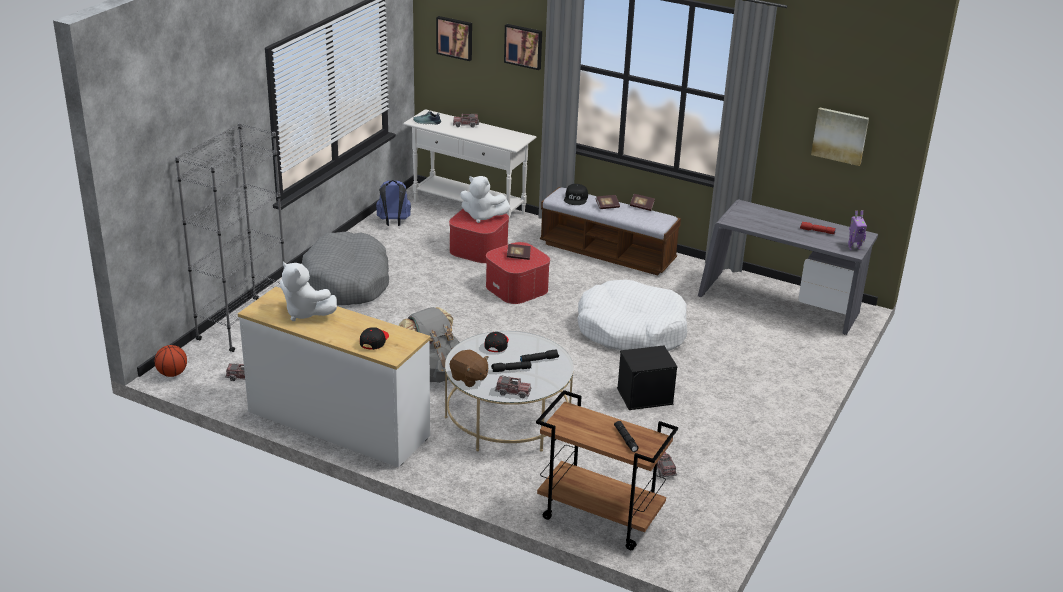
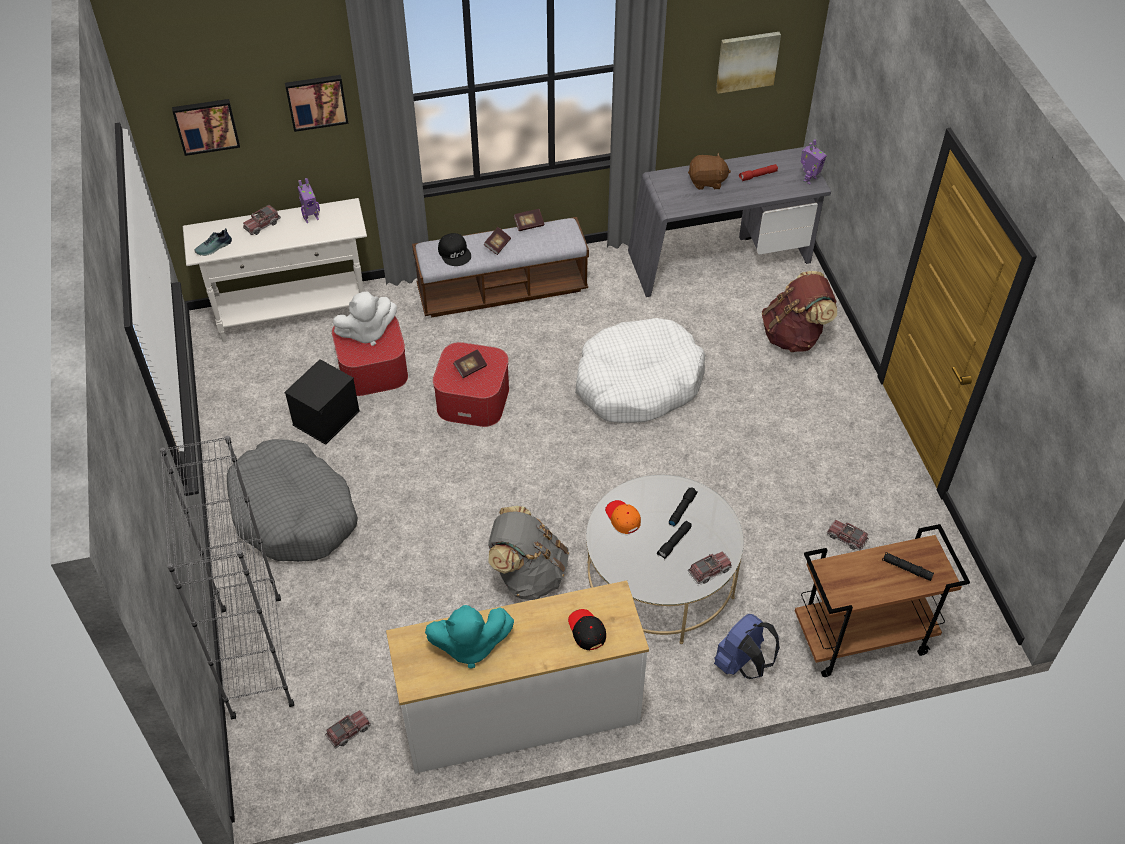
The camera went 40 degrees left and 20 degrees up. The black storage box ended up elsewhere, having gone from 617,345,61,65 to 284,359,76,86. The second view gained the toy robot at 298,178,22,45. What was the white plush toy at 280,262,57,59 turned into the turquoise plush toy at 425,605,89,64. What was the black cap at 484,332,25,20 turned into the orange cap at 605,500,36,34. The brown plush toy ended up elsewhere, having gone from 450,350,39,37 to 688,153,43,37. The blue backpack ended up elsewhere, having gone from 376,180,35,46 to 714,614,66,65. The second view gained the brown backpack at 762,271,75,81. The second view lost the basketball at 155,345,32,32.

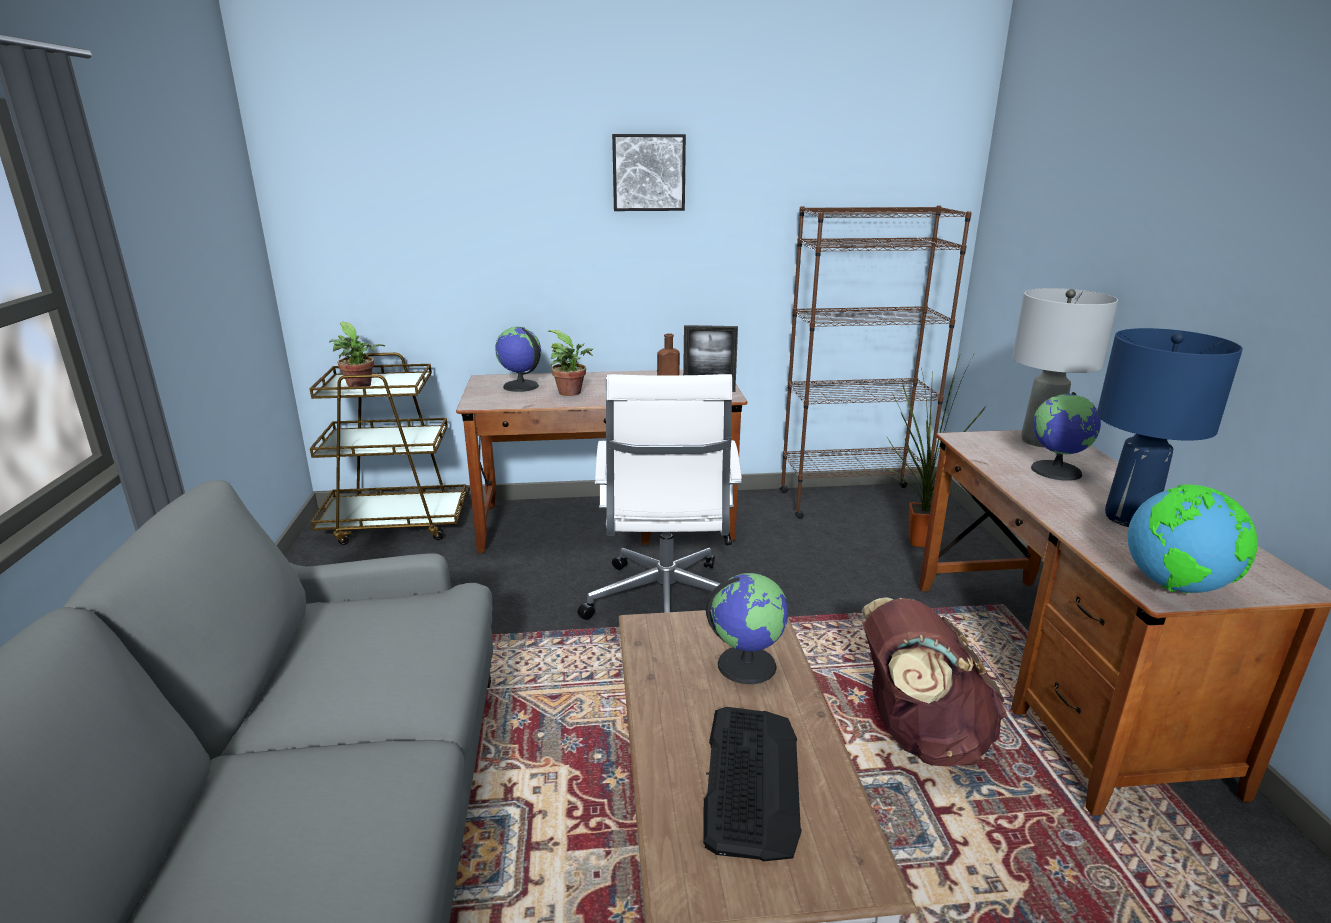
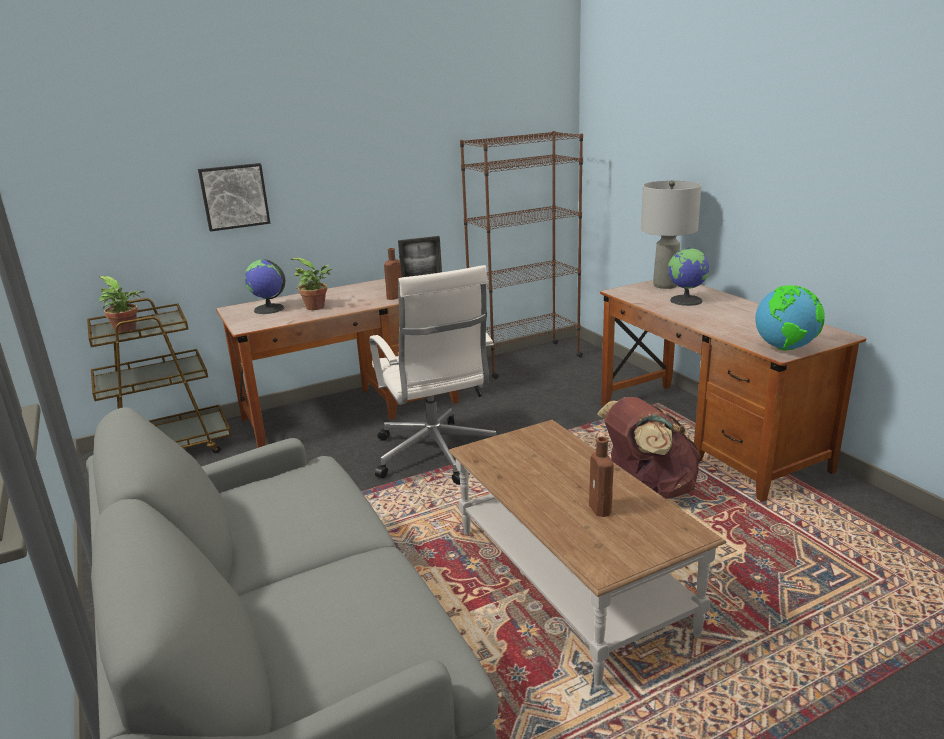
The camera went 20 degrees left and 0 degrees up. The picture ended up elsewhere, having gone from 612,134,74,77 to 198,163,72,69. Where the keyboard stood at 703,707,99,154, the brown bottle came to stand at 589,437,25,80. The second view lost the globe at 706,573,82,111. The second view lost the potted plant at 884,353,103,194. The second view lost the blue table lamp at 1097,328,146,199.

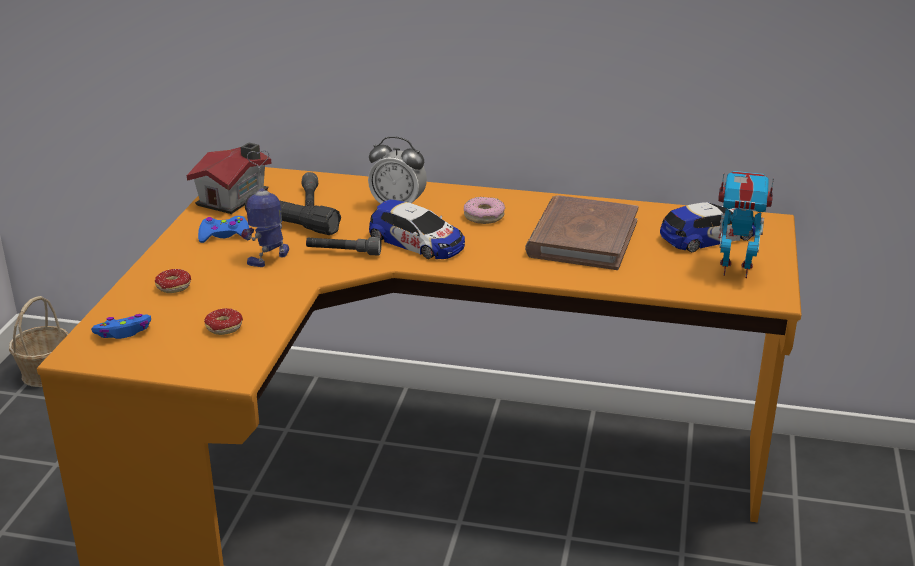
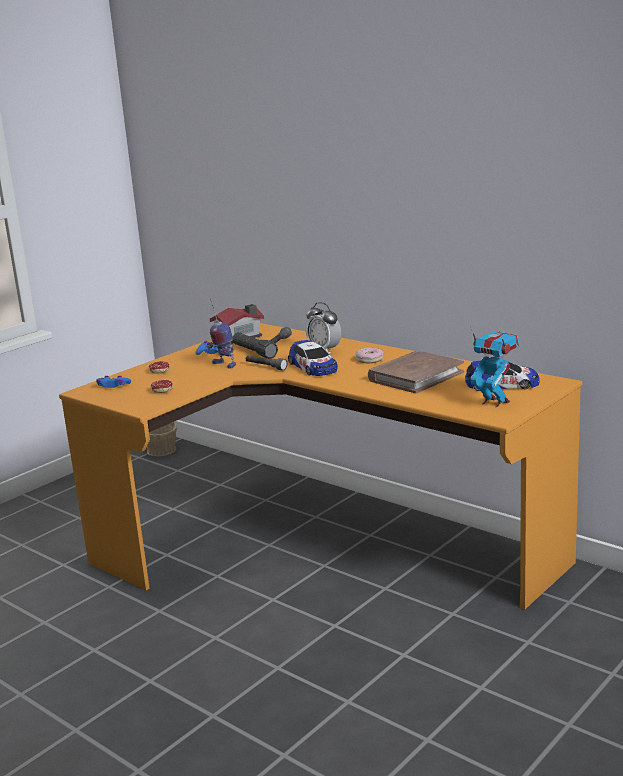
The camera went 30 degrees right and 10 degrees down. The toy robot at 241,150,48,117 ended up facing another way, 120 degrees counterclockwise from before.

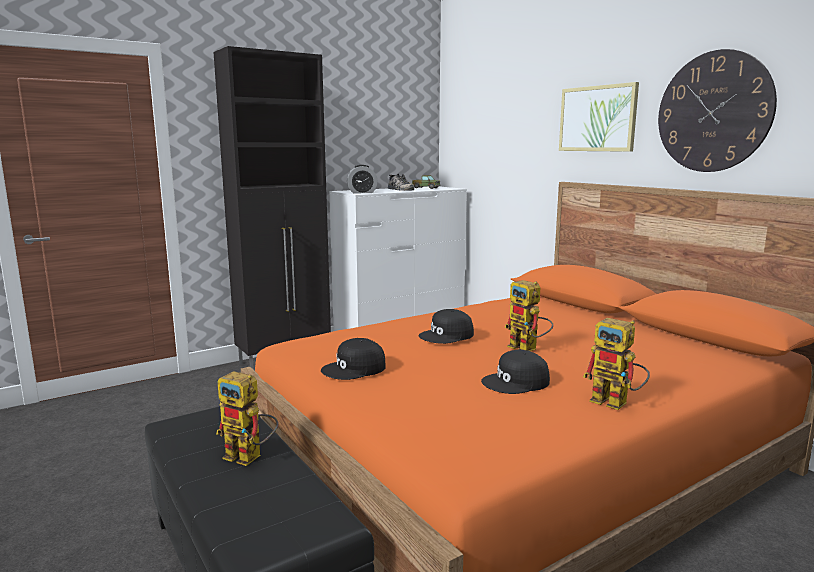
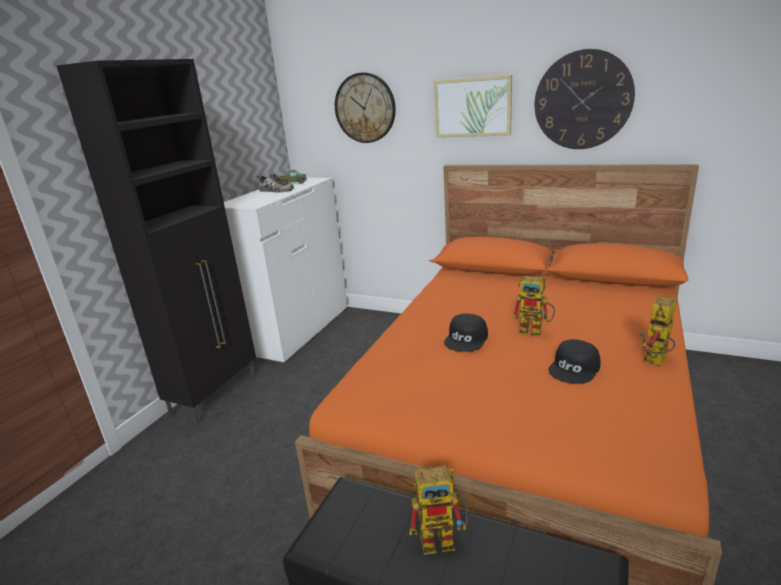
The camera went 30 degrees left and 10 degrees up. The second view gained the wall clock at 335,72,61,71. The toy robot at 583,318,67,92 ended up facing another way, 120 degrees clockwise from before. The second view lost the black cap at 321,338,65,42. The second view lost the alarm clock at 347,165,31,28.

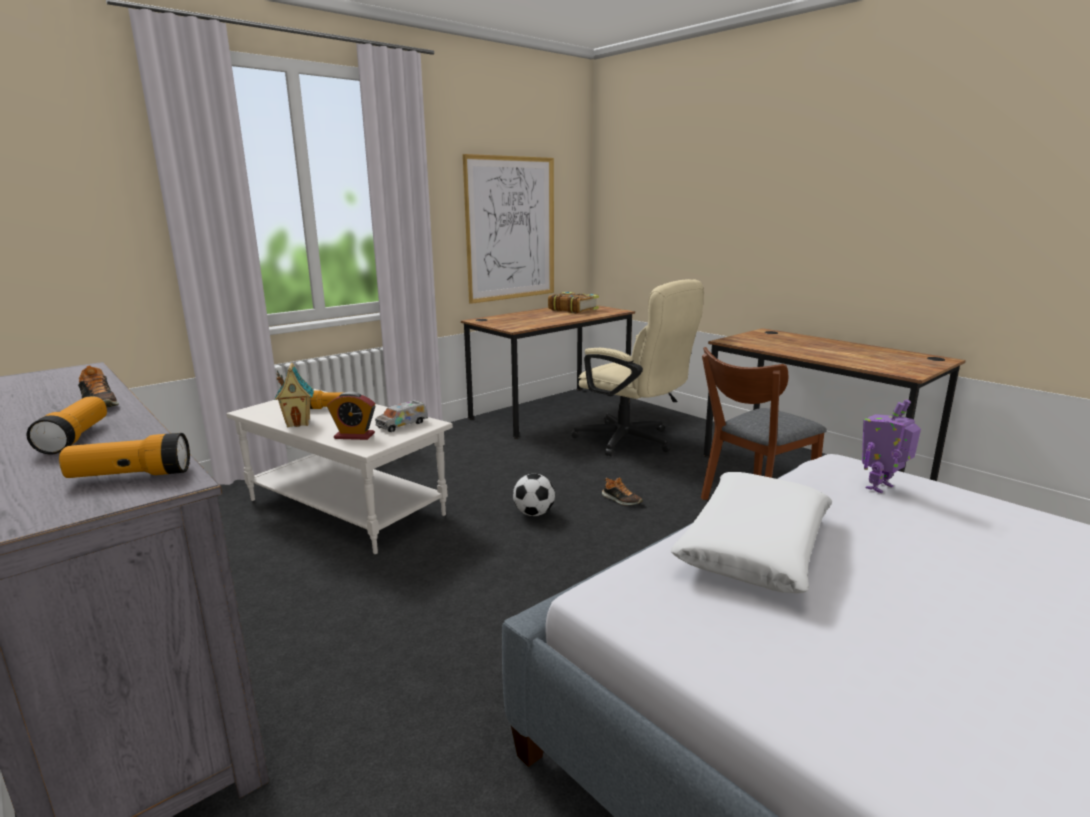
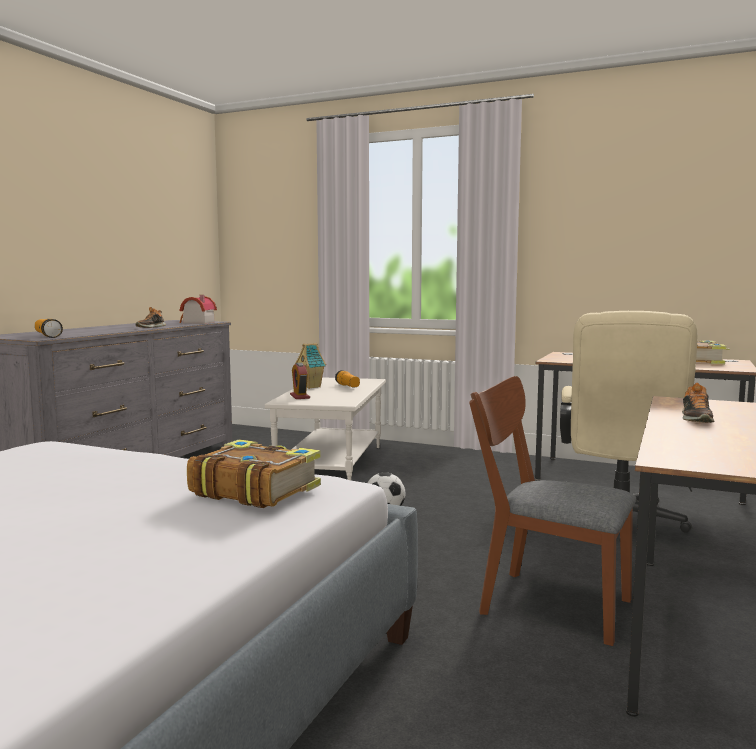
The camera went 65 degrees right and 10 degrees down. The second view gained the toy house at 180,295,37,29. Where the toy robot stood at 862,399,59,94, the book came to stand at 187,440,134,68. The shoe ended up elsewhere, having gone from 602,478,41,27 to 682,383,32,40. The second view lost the flashlight at 27,397,80,57. The second view lost the toy truck at 375,400,53,32. The second view lost the picture at 463,154,91,150. The second view lost the white pillow at 670,472,162,121.

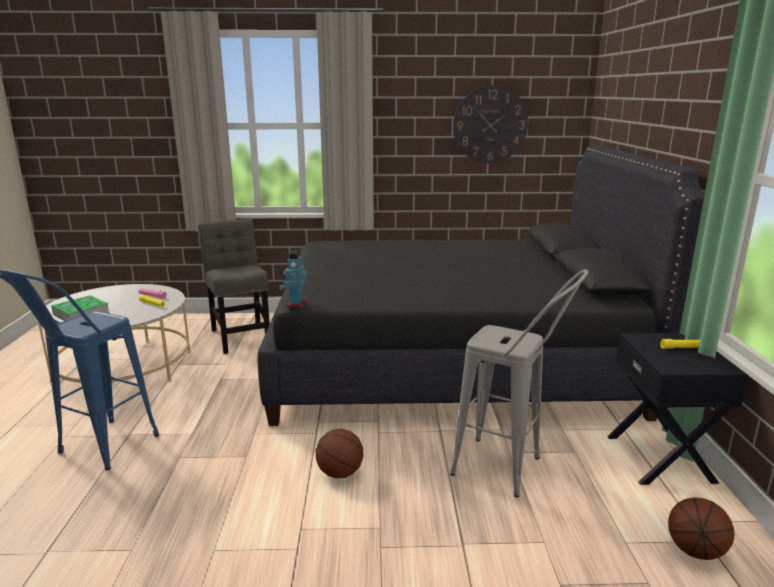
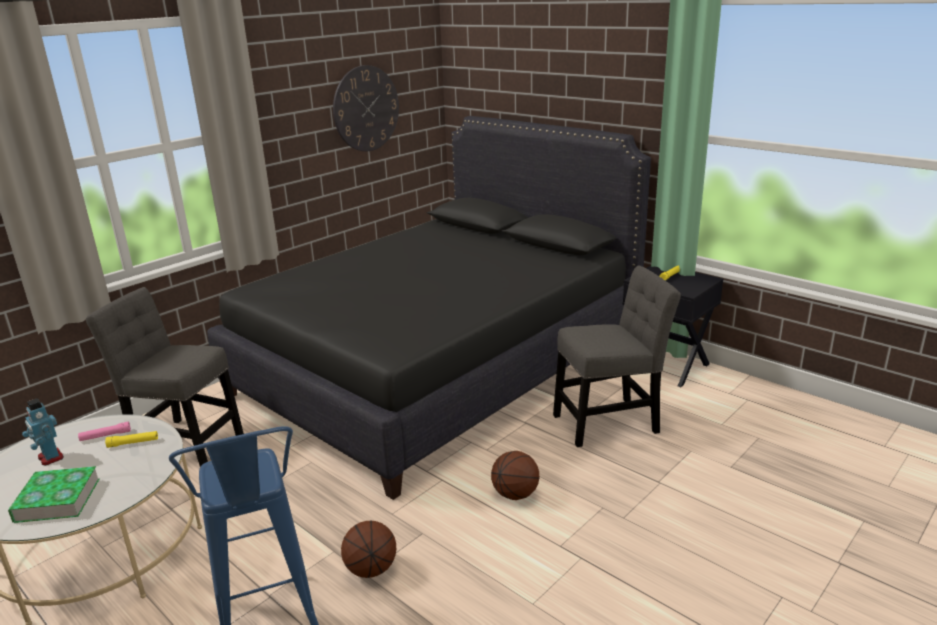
The camera went 45 degrees left and 5 degrees up. The toy robot ended up elsewhere, having gone from 279,252,28,56 to 22,398,42,68. The basketball ended up elsewhere, having gone from 668,497,67,63 to 341,521,55,57. Where the grey stool stood at 450,270,138,228, the grey chair came to stand at 553,265,128,182.

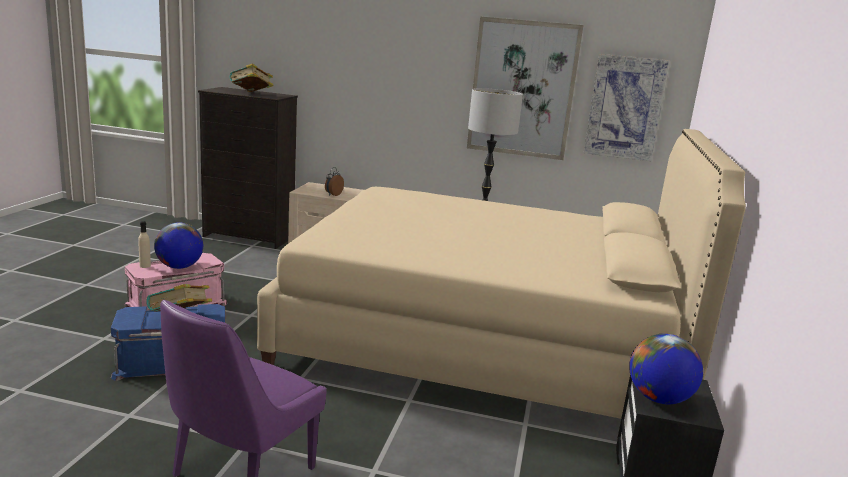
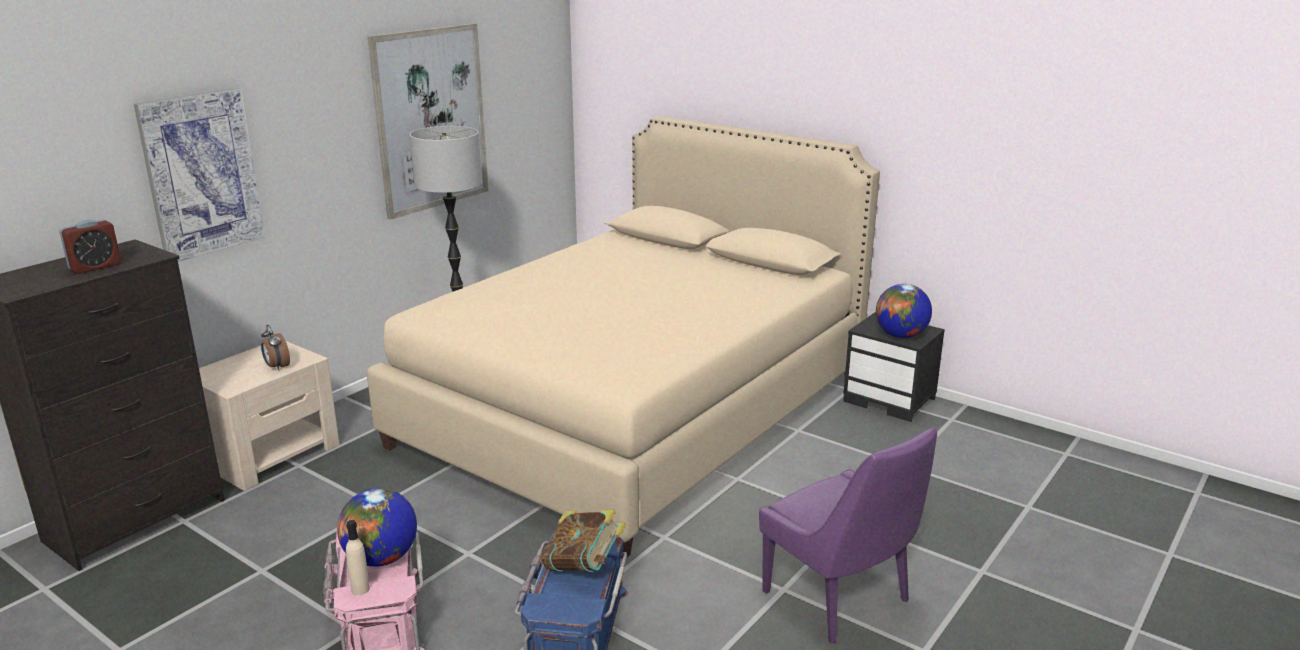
The camera went 65 degrees left and 5 degrees up. Where the book stood at 229,63,45,29, the alarm clock came to stand at 59,219,62,55. The picture ended up elsewhere, having gone from 584,54,86,107 to 134,88,131,174.

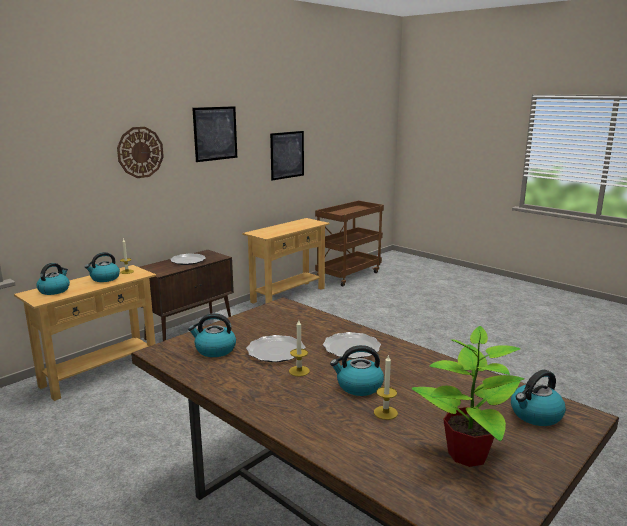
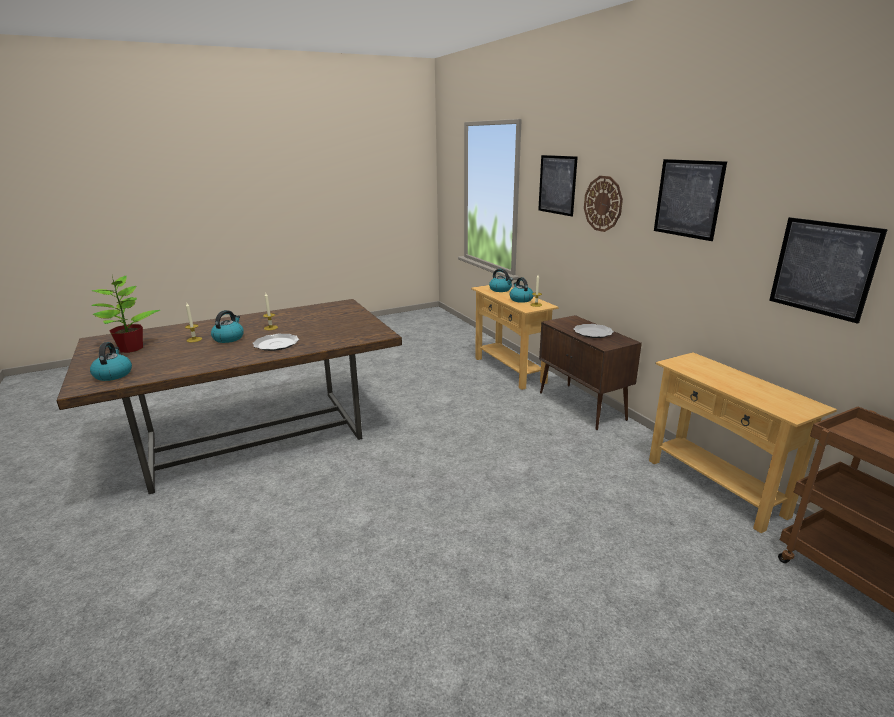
The camera went 110 degrees right and 5 degrees up. The second view gained the picture at 538,155,40,61. The second view lost the kettle at 188,313,48,44. The second view lost the plate at 246,335,59,27.

